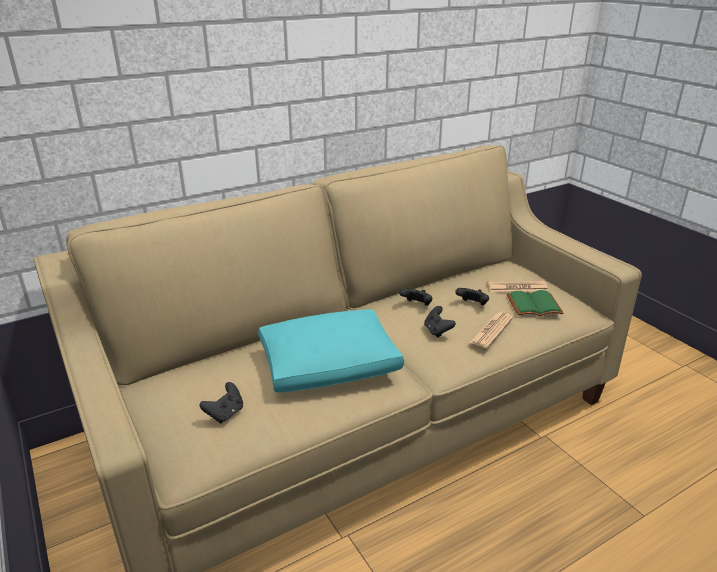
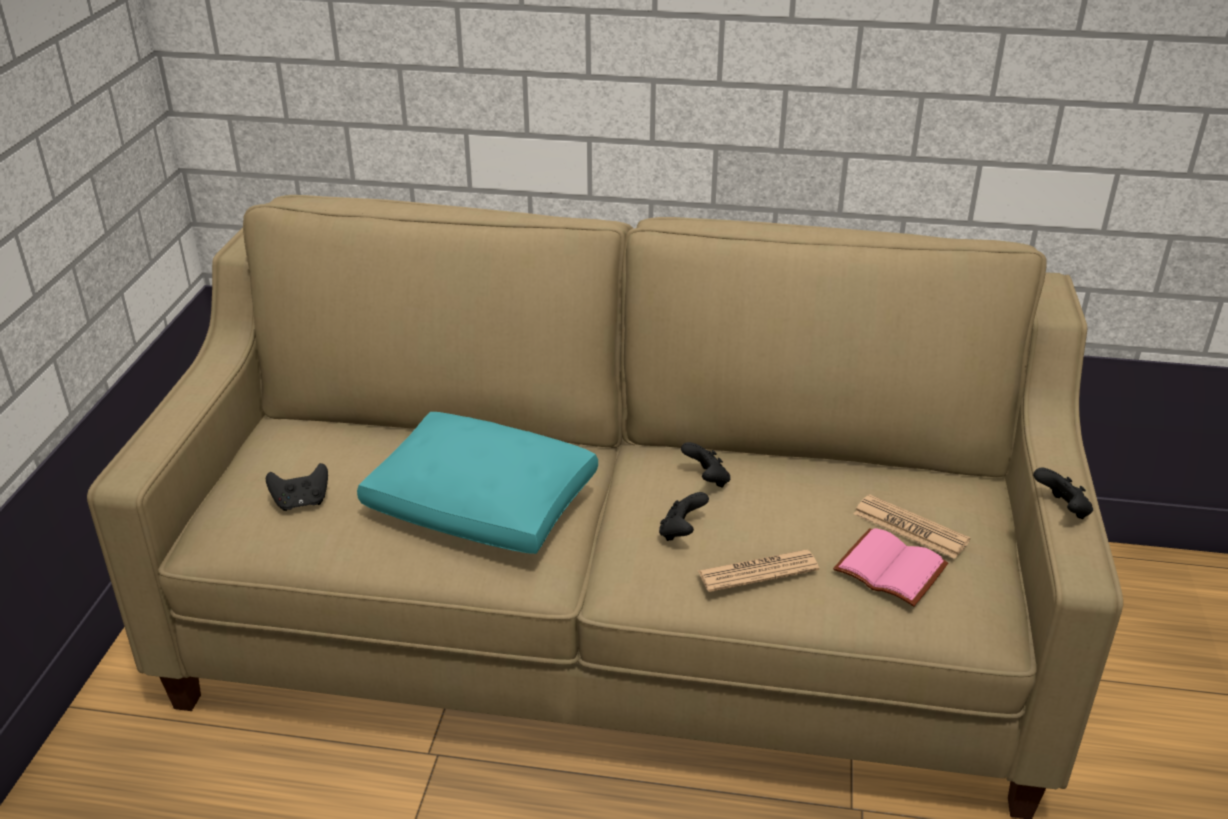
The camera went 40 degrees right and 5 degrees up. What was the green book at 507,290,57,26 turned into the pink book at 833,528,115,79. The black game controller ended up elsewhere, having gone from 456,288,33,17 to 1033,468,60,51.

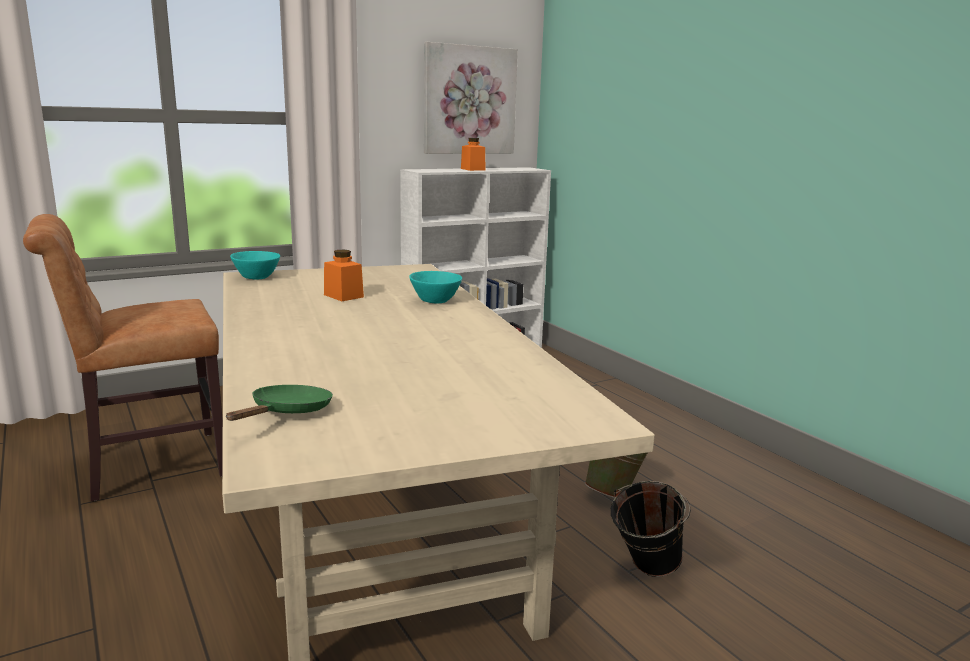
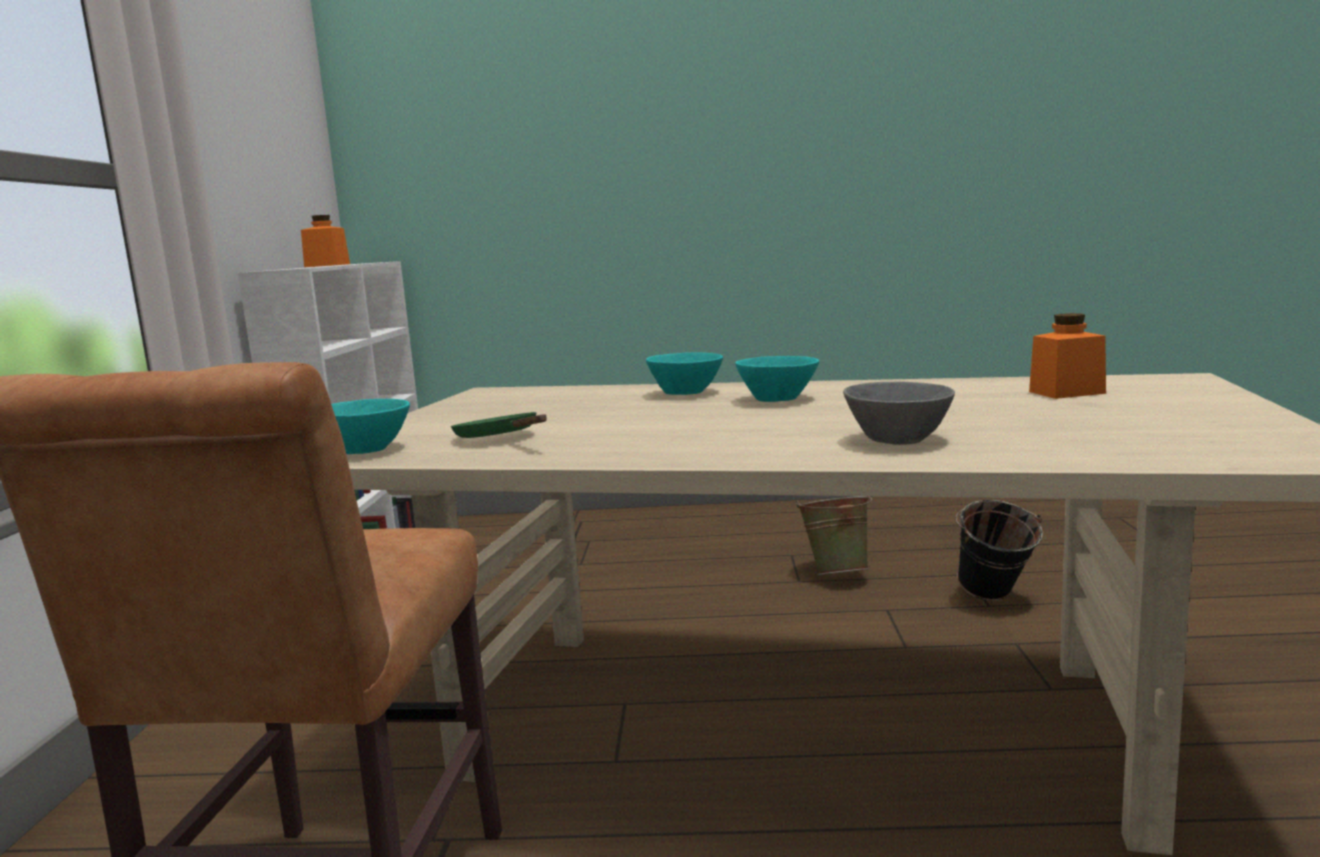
The camera went 55 degrees left and 5 degrees down. The green frying pan ended up elsewhere, having gone from 226,385,107,36 to 451,412,96,26. The second view gained the turquoise bowl at 735,356,84,46. The second view gained the grey bowl at 843,382,112,63. The orange jar ended up elsewhere, having gone from 324,250,40,51 to 1029,313,77,86. The second view lost the picture at 424,42,94,112.

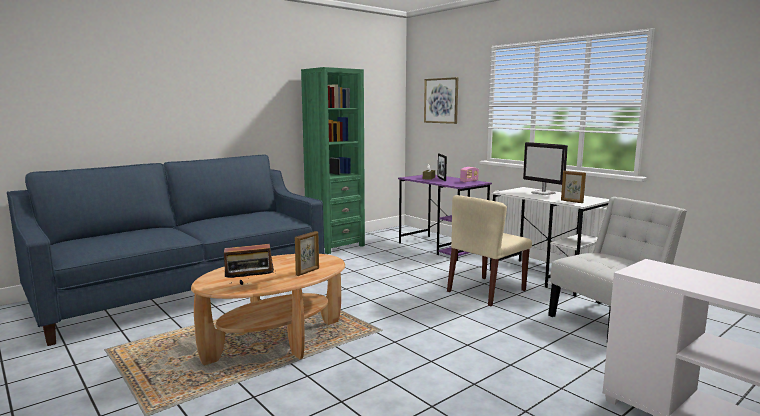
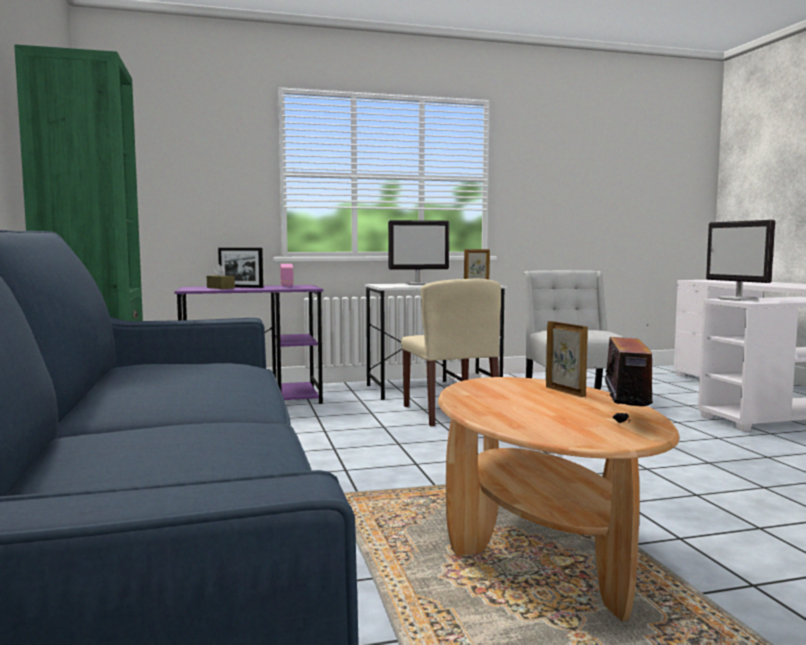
The camera went 65 degrees left and 5 degrees down. The second view gained the monitor at 706,220,69,81. The second view lost the picture at 424,77,34,47.

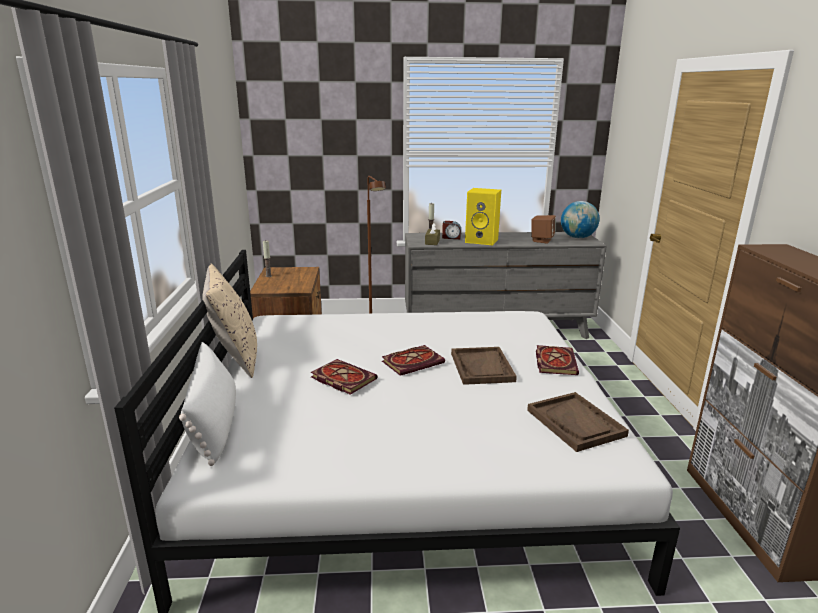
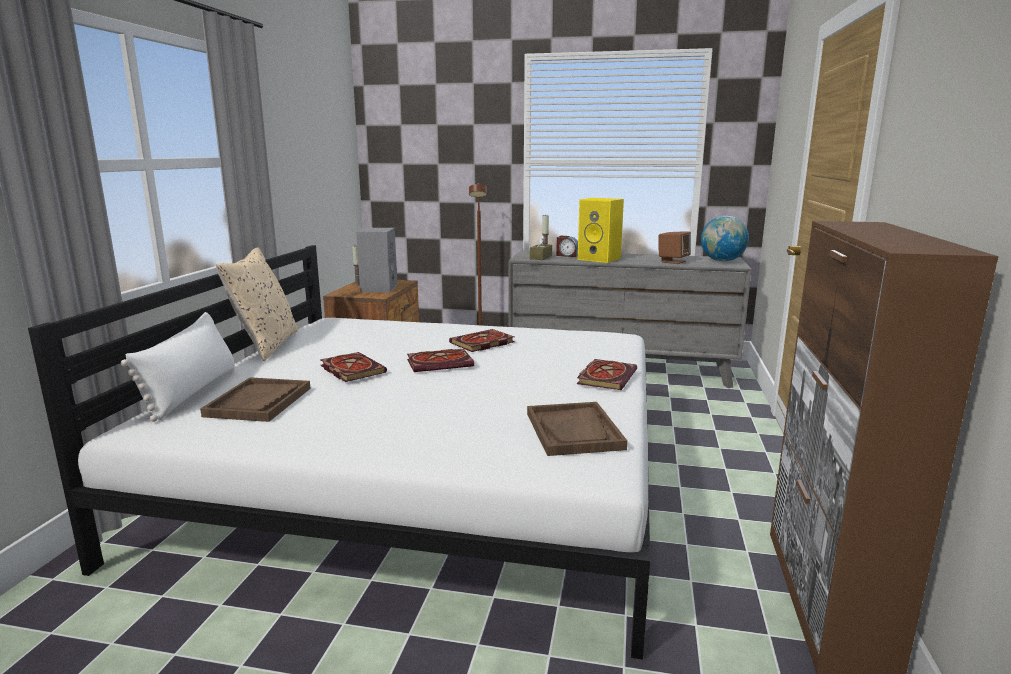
The camera went 15 degrees right and 5 degrees down. The brown tray ended up elsewhere, having gone from 451,347,66,38 to 200,377,111,45. The second view gained the grey speaker at 356,228,42,64. The second view gained the book at 449,329,66,23.

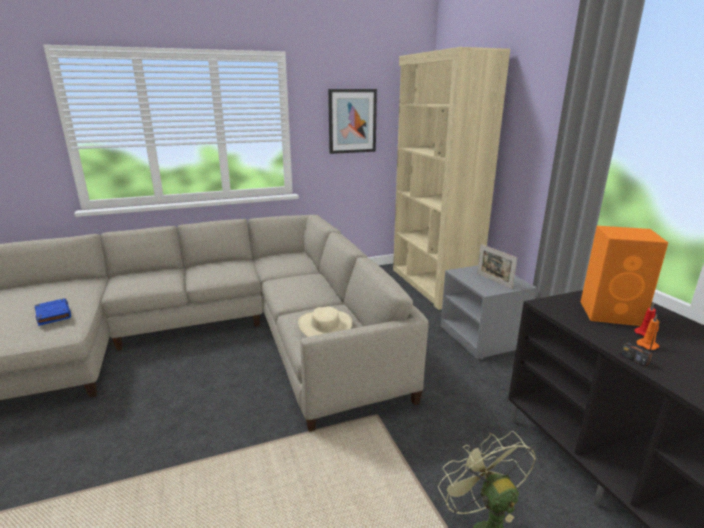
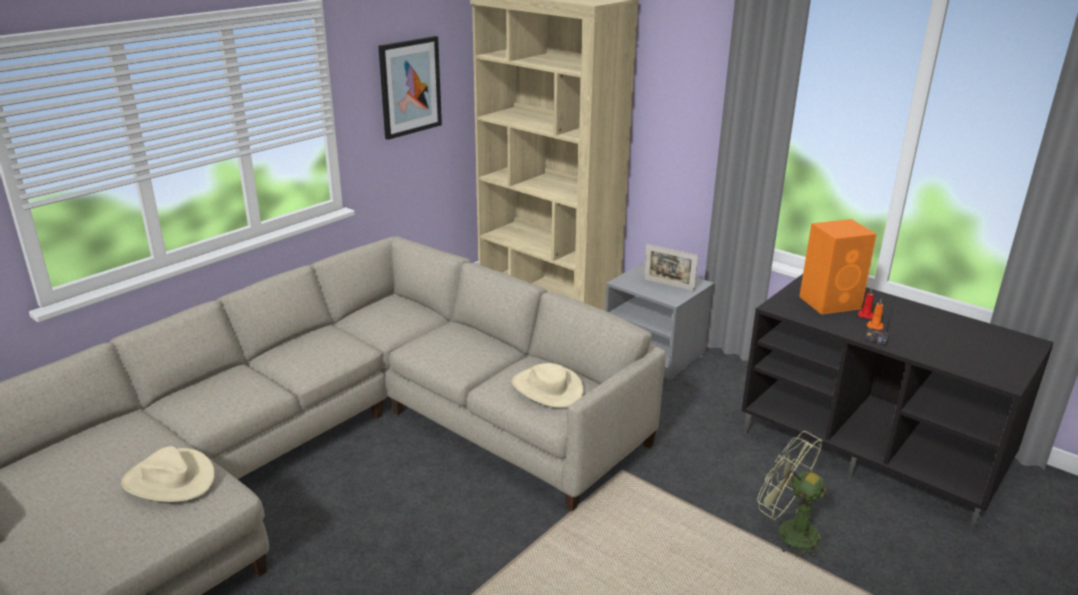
The camera went 30 degrees left and 5 degrees up. Where the blue book stood at 34,298,37,28, the beige hat came to stand at 121,446,94,56.

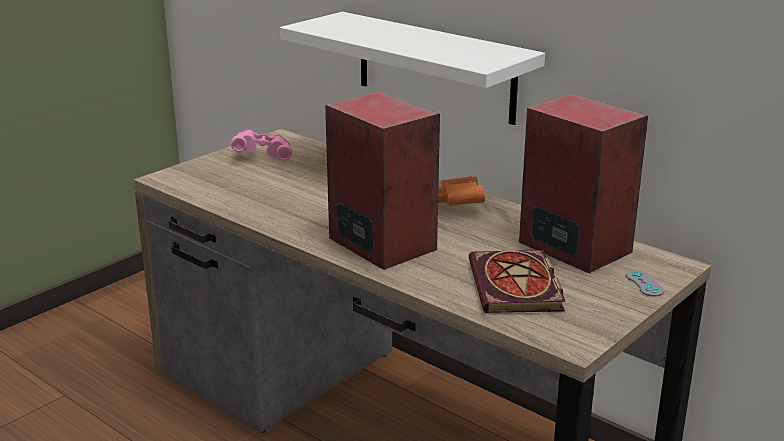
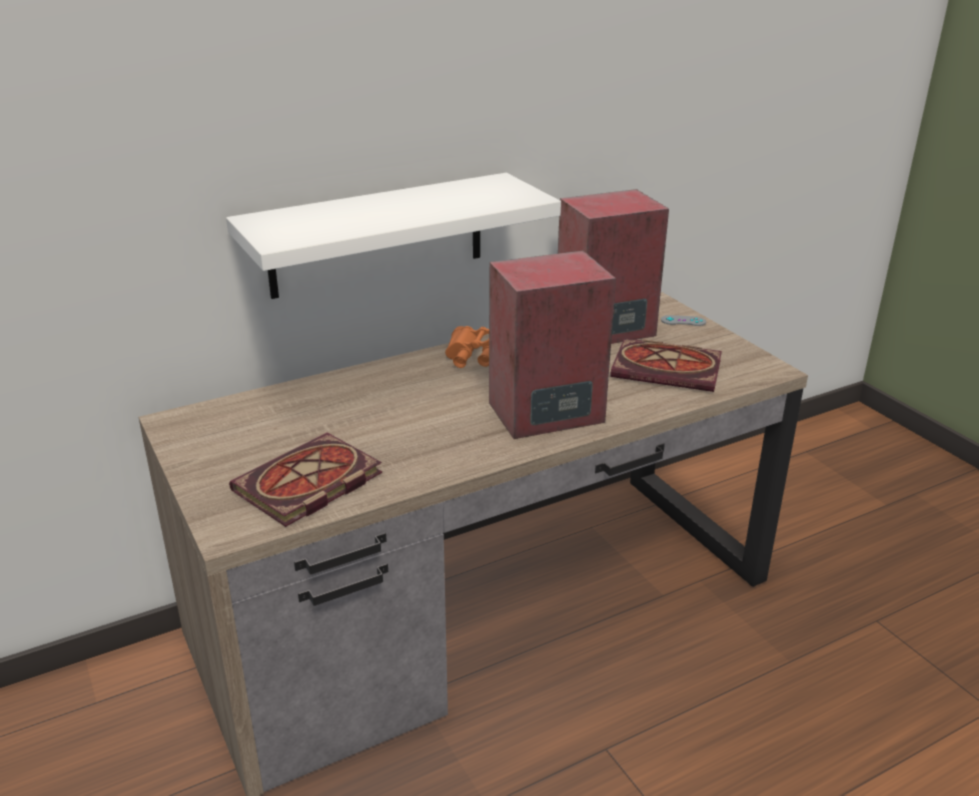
The camera went 70 degrees left and 5 degrees up. The second view gained the book at 229,432,153,95. The second view lost the pink binoculars at 231,129,61,32.

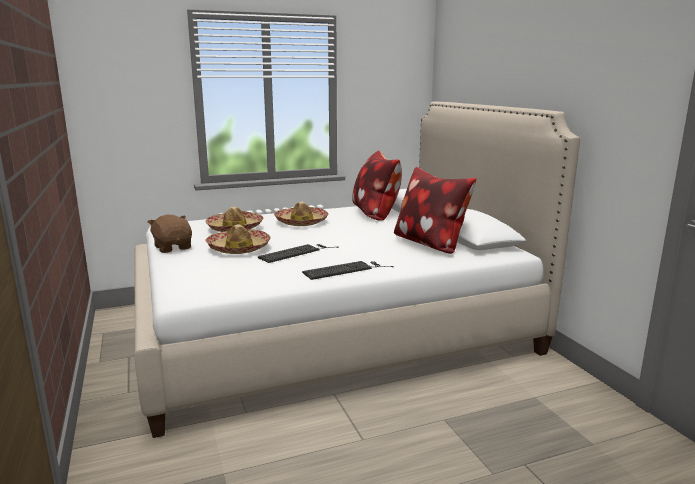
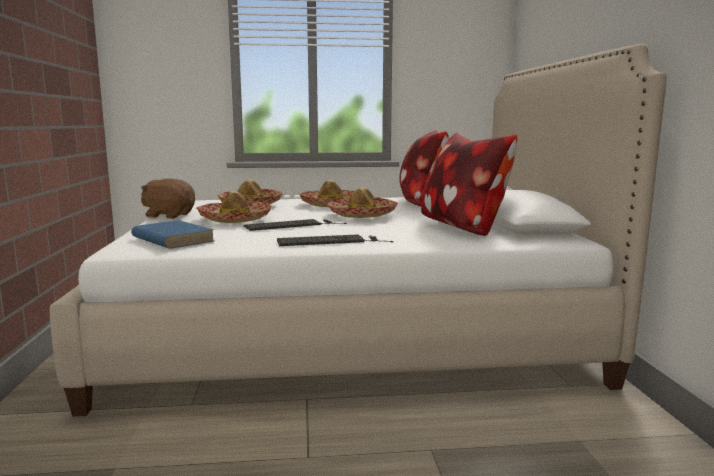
The camera went 15 degrees right and 5 degrees down. The second view gained the blue book at 131,220,83,29. The brown plush toy at 148,215,44,38 ended up facing another way, 60 degrees counterclockwise from before. The second view gained the hat at 327,187,71,31.

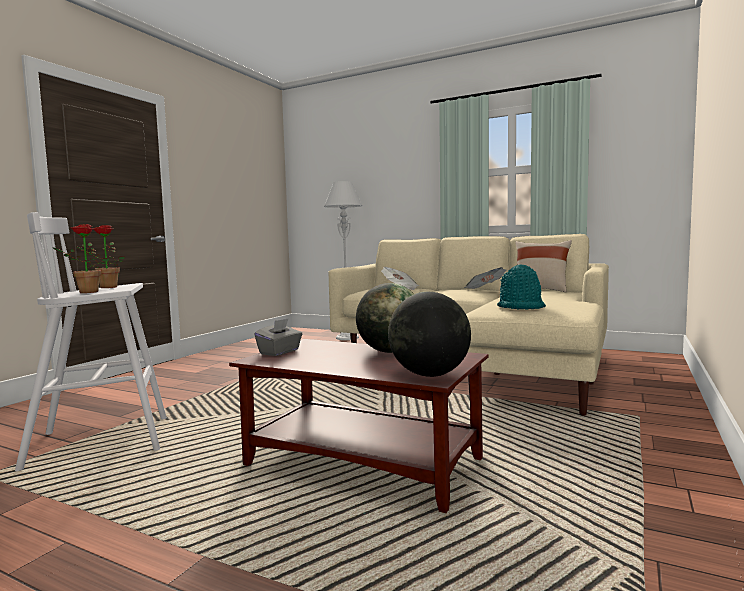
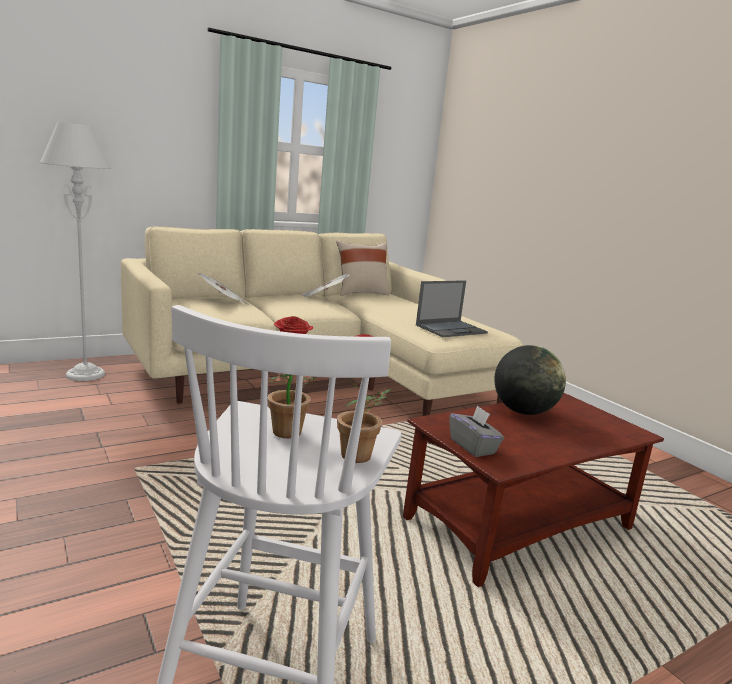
The camera went 60 degrees left and 10 degrees up. Where the turquoise hat stood at 497,264,49,46, the laptop came to stand at 416,280,72,57. The second view lost the globe at 388,292,83,85.

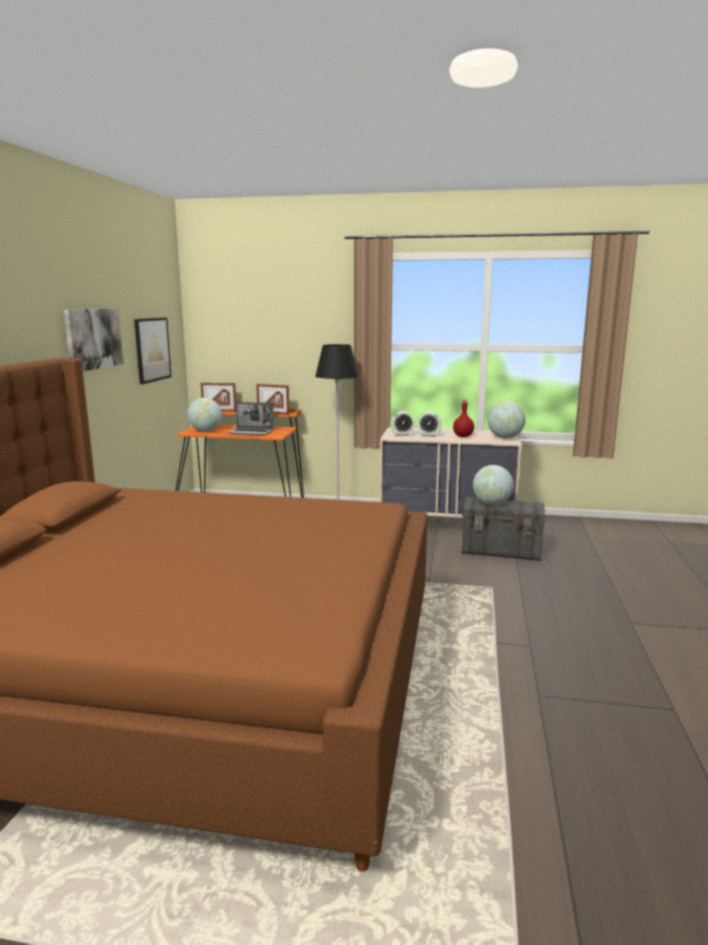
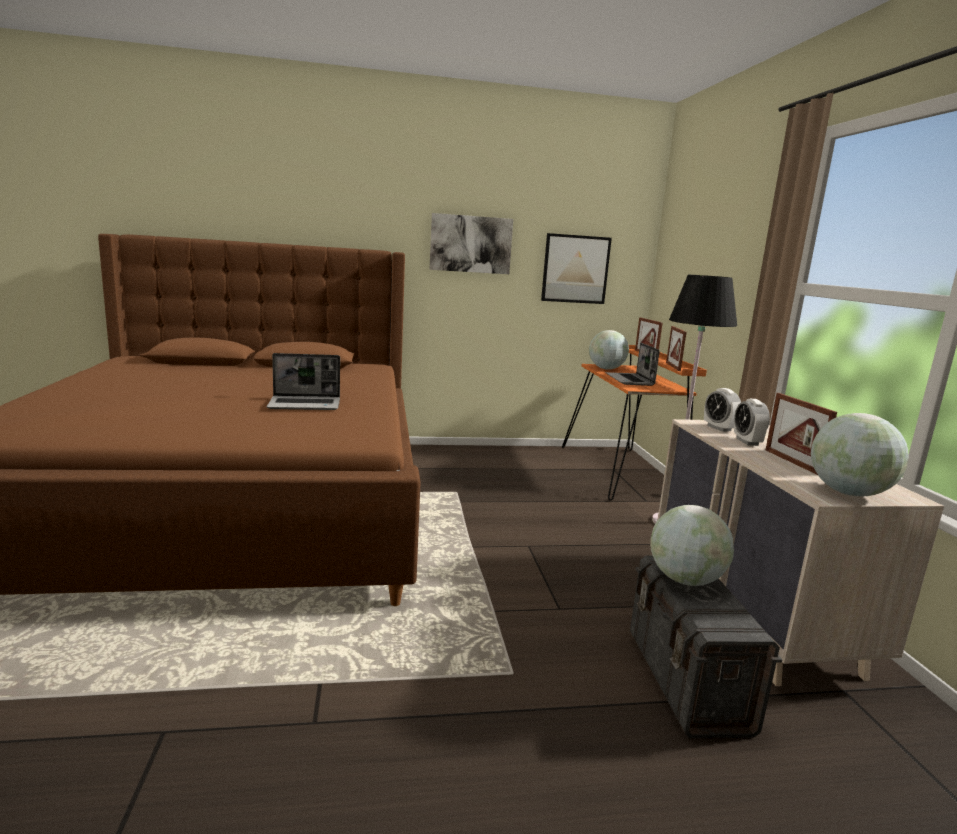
The camera went 70 degrees right and 0 degrees up. The second view gained the laptop at 267,353,73,57. Where the red bottle stood at 453,400,21,37, the picture frame came to stand at 766,393,71,82.

